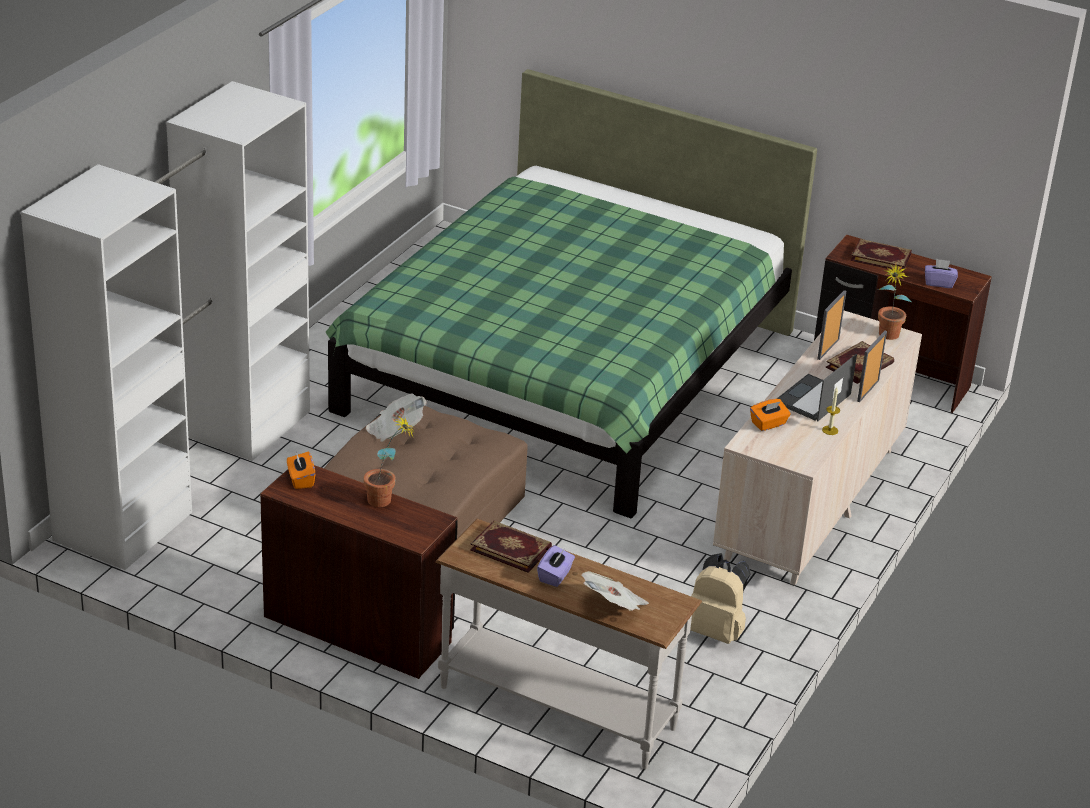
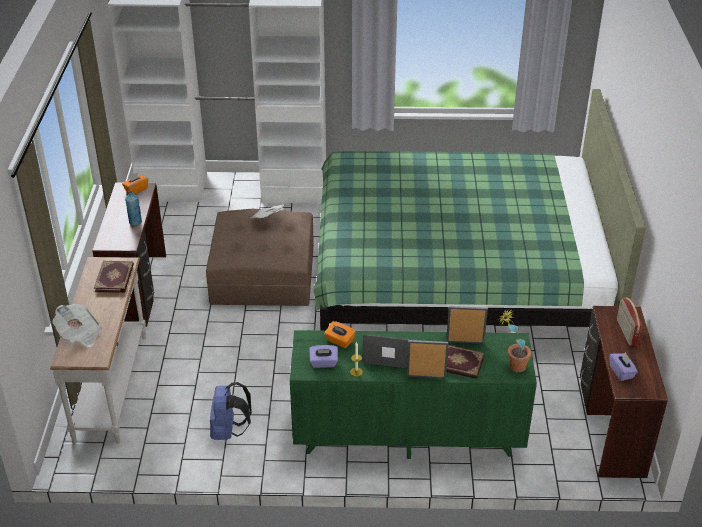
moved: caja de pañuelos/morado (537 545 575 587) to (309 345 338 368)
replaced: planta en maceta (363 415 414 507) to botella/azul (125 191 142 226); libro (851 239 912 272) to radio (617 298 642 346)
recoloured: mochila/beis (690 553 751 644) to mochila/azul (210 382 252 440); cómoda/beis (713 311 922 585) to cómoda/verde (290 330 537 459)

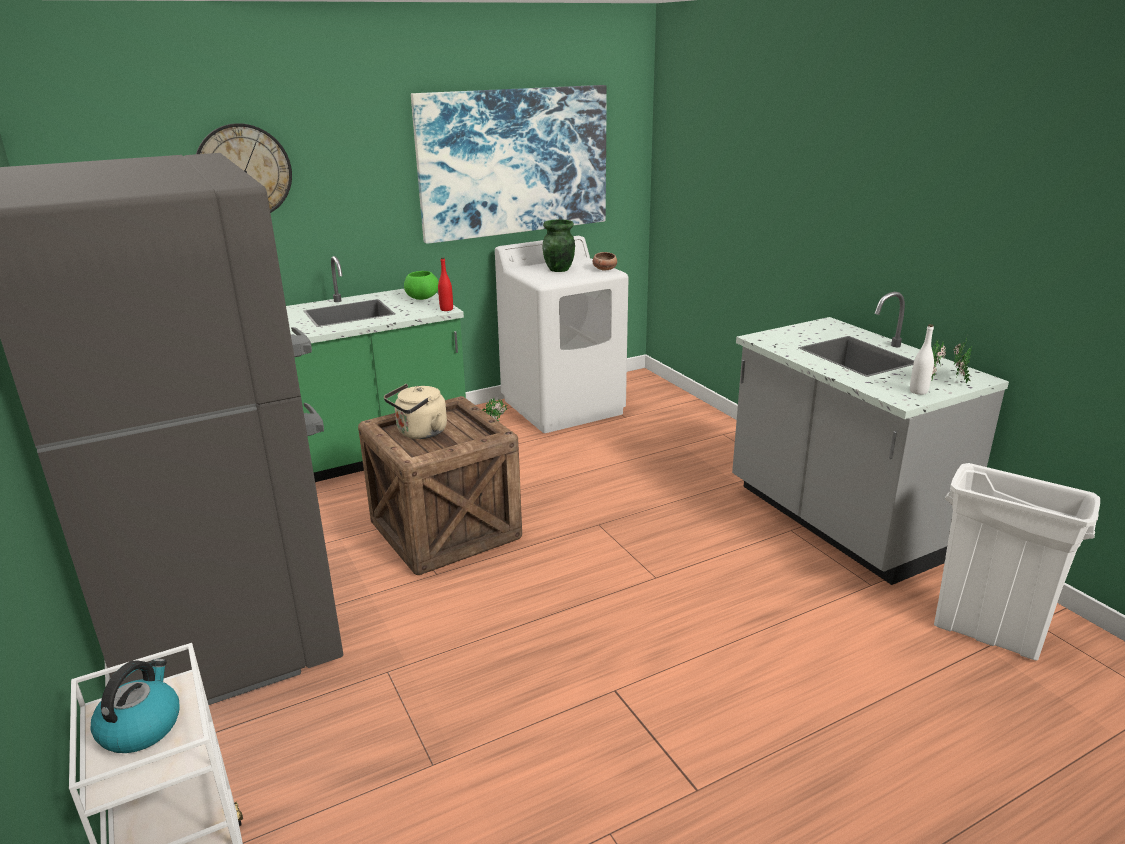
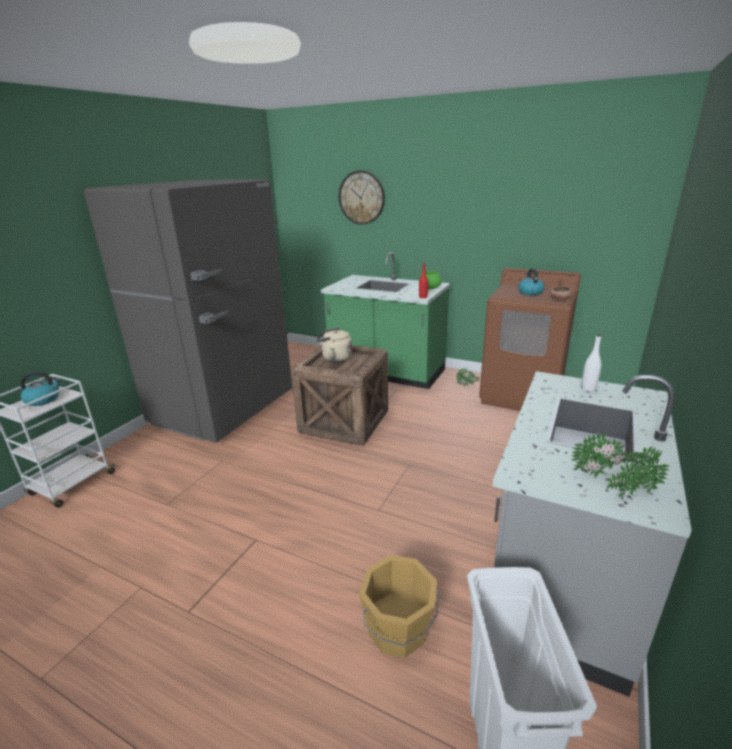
removed: cuadro (411 85 607 244)
added: cubo/naranja (359 555 439 658)
moved: botella/blanco (910 324 934 395) to (581 334 602 392)
replaced: florero/verde (543 220 575 272) to hervidor (518 269 545 295)
recoloured: lavadora/blanco (495 236 629 433) to lavadora/marrón (479 268 581 411)

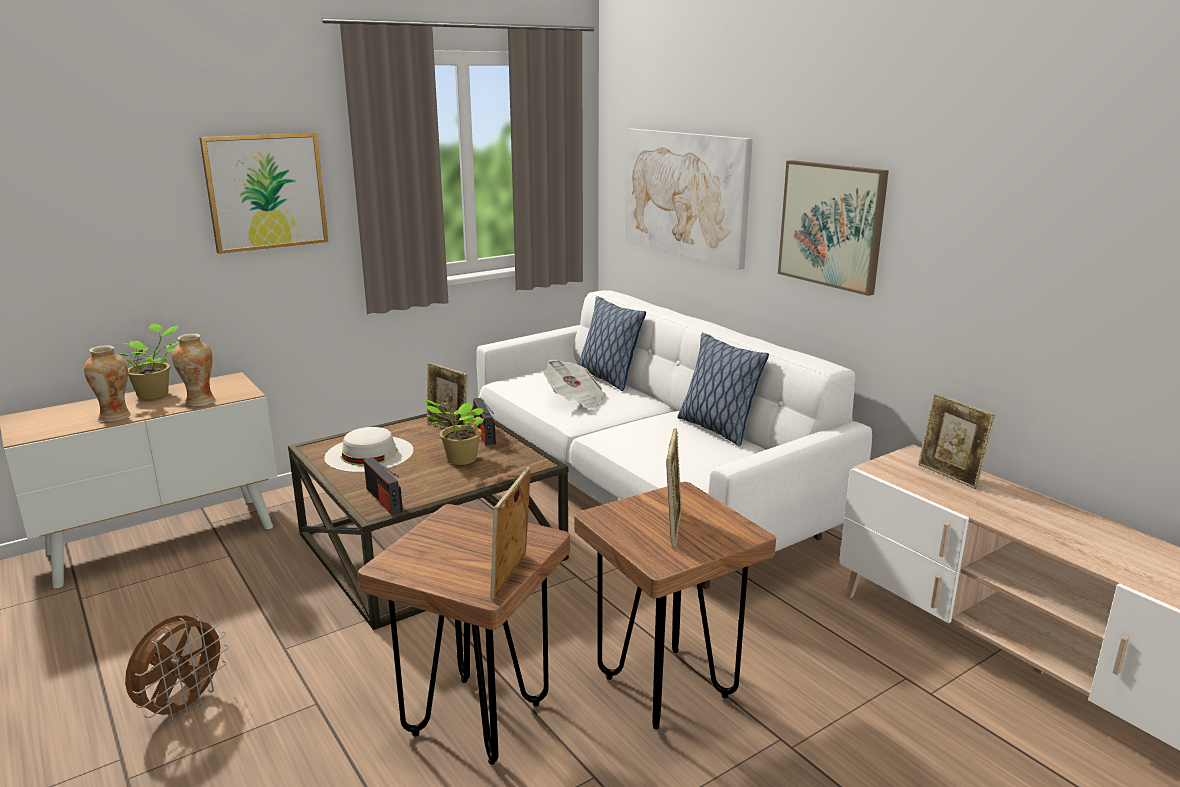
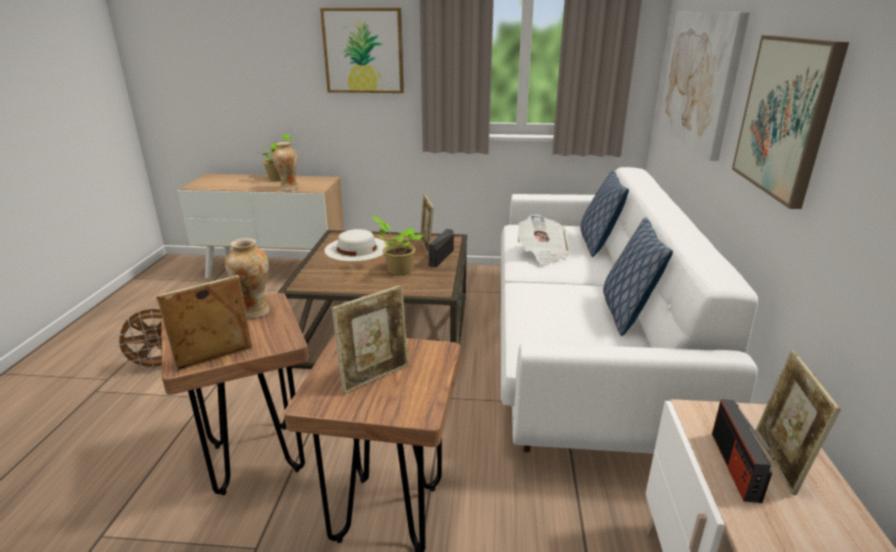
moved: florero (84 346 131 422) to (225 238 270 318); radio (364 457 403 515) to (712 399 775 503)

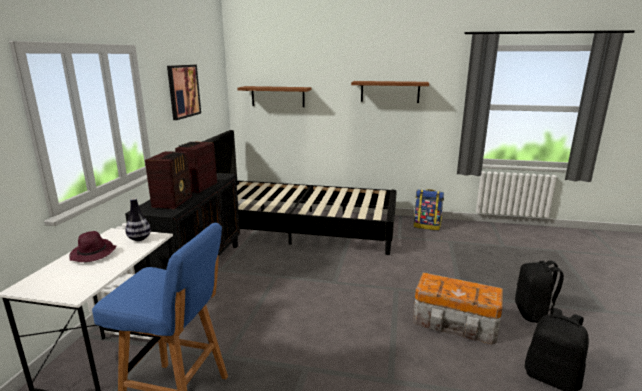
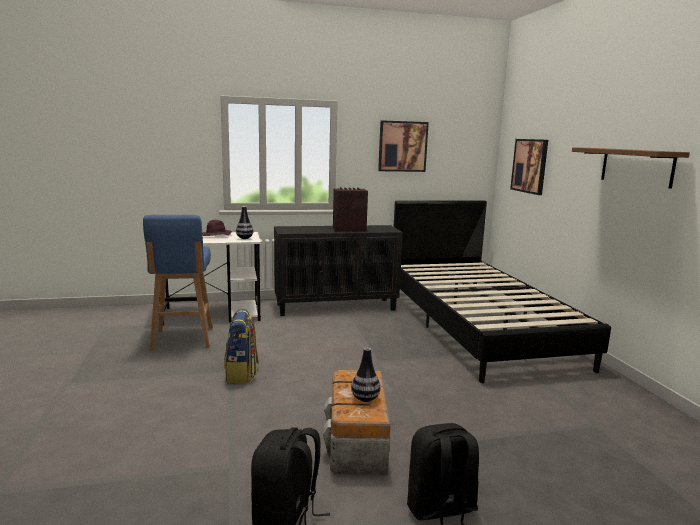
removed: radio (145 151 192 209)
added: florero (351 348 380 402)
moved: mochila (414 189 444 230) to (224 309 259 383)
replaced: estante/marrón (237 86 311 107) to cuadro (510 139 548 195)

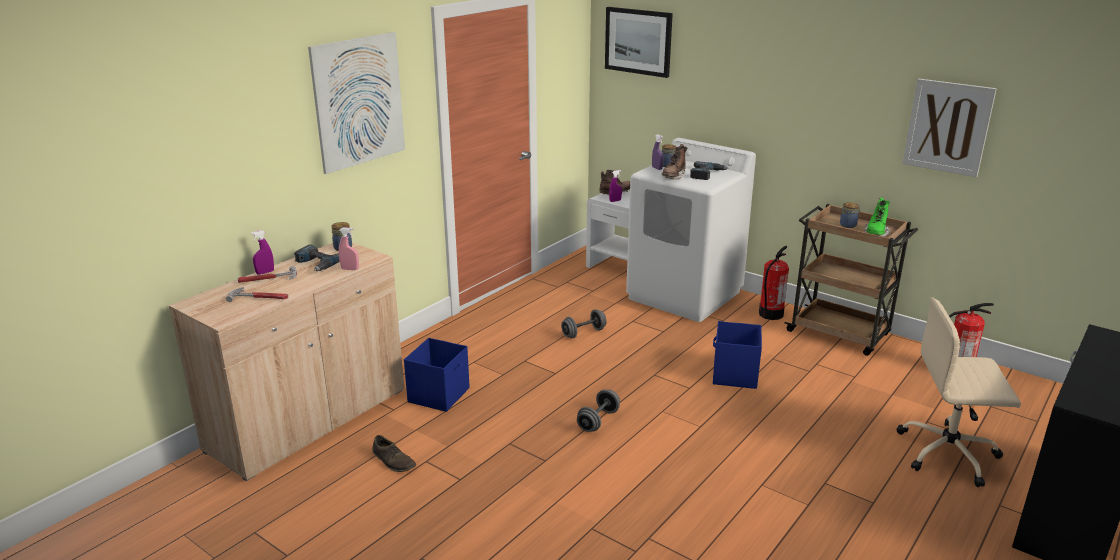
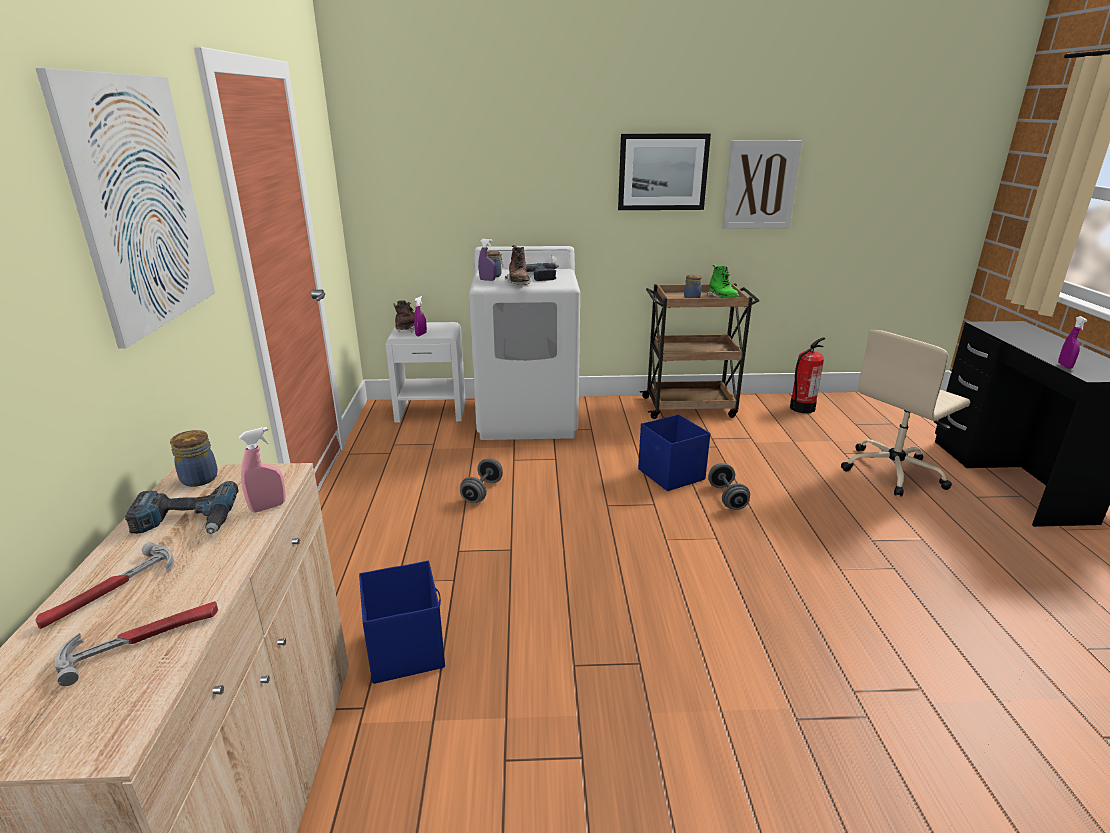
removed: zapato/marrón (373 435 416 472); extintor (759 246 789 320)
moved: cuadro (605 7 673 78) to (618 134 711 210); mancuerna/gris (577 389 620 432) to (708 463 750 510); pulverizador/morado (251 230 274 275) to (1058 316 1087 369)

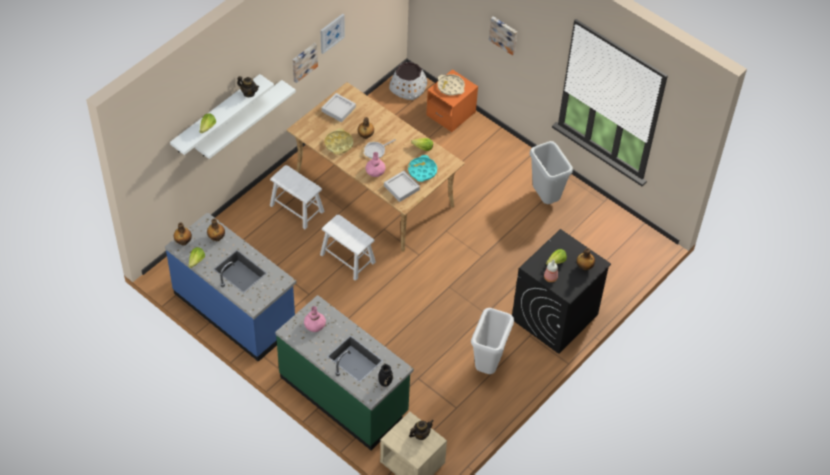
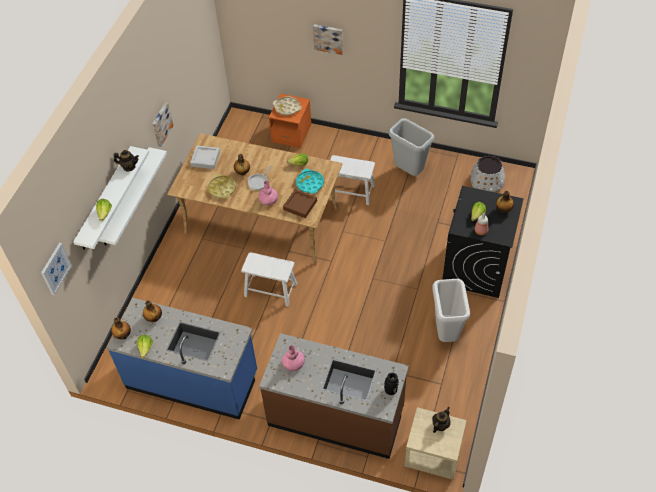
moved: cuadro (321 14 345 54) to (41 243 72 295); taburete/blanco (270 165 324 229) to (329 155 375 205); maceta/blanco (389 62 427 100) to (471 156 505 192)
recoloured: mueble bajo de cocina/verde (275 295 414 450) to mueble bajo de cocina/marrón (259 333 409 459); bandeja/gris (384 171 420 202) to bandeja/marrón (283 189 317 218)

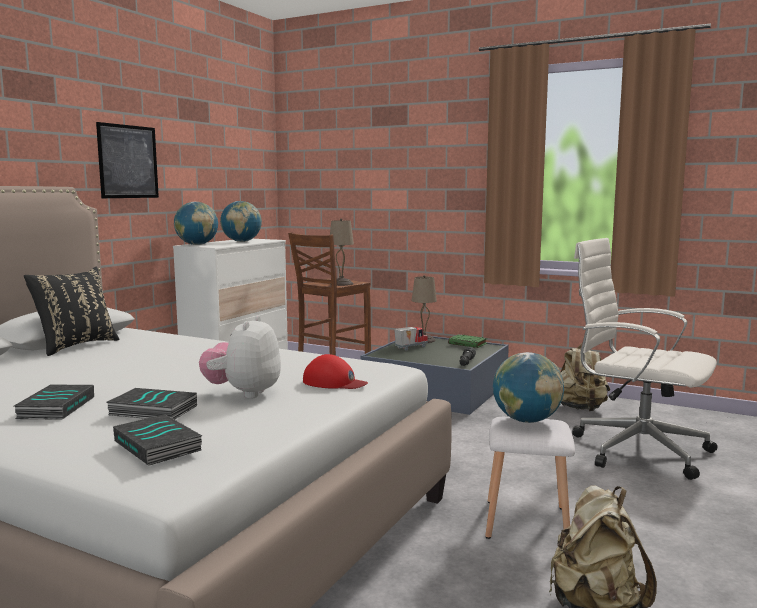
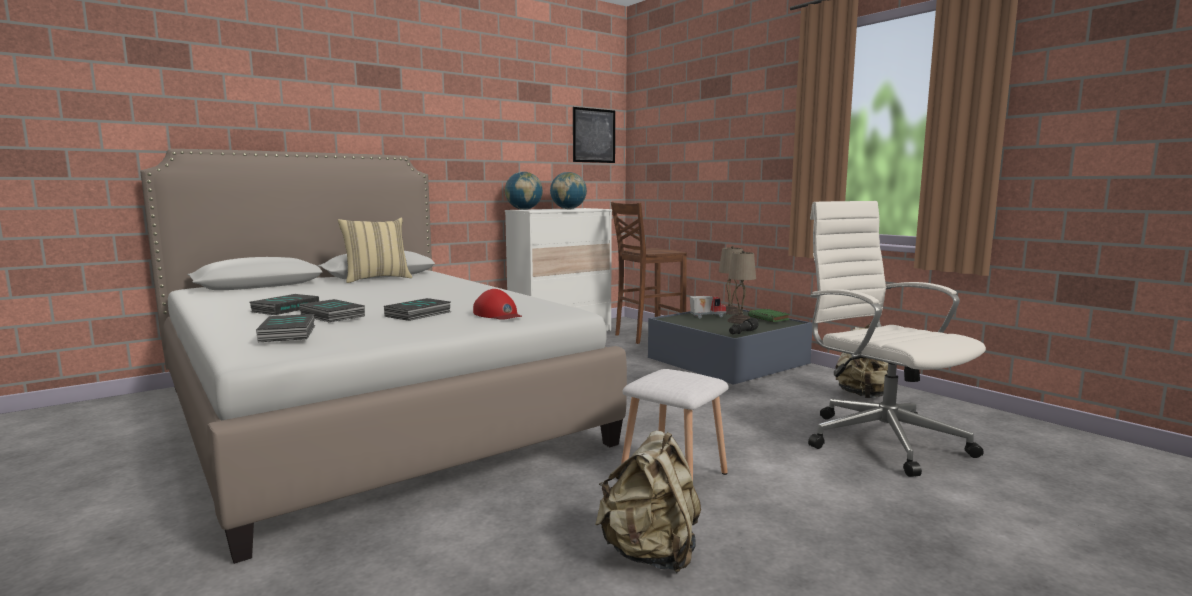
removed: globo terráqueo (493 352 564 423)
moved: cuadro (96 122 159 198) to (573 107 615 163); lámpara de mesa/beis (330 218 354 286) to (727 250 756 324)
replaced: peluche (199 315 281 399) to libro (384 298 451 321)
recoloured: cojín/negro (24 267 119 356) to cojín/beis (338 218 412 283)

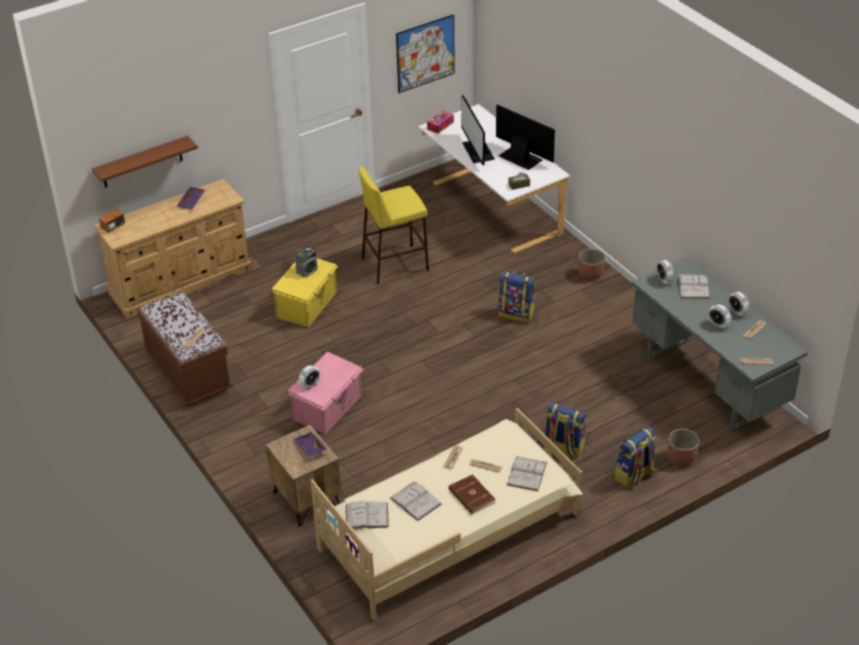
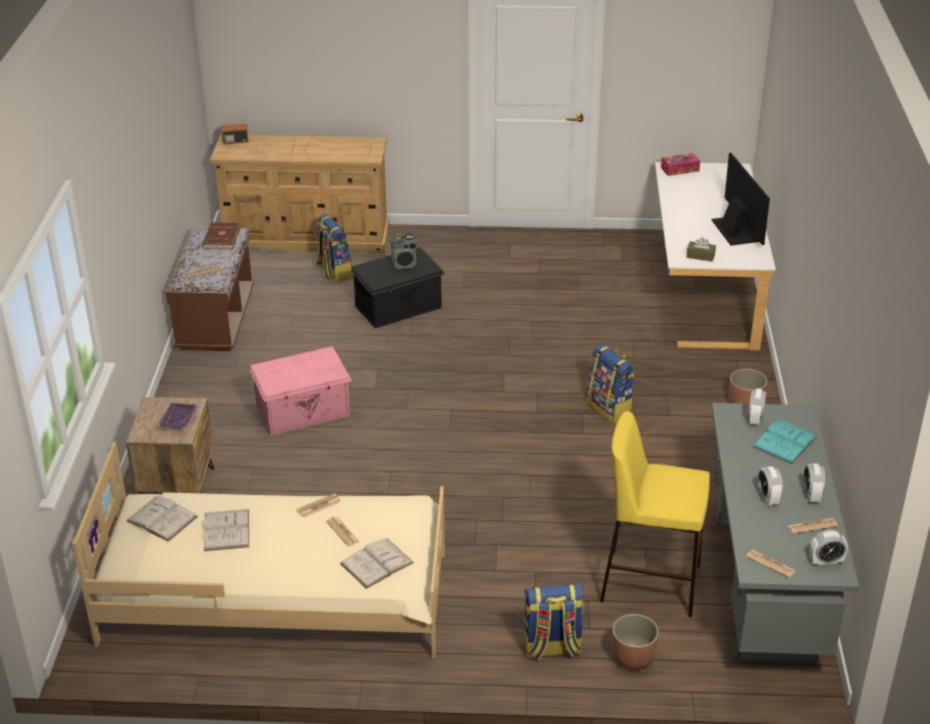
removed: estante/marrón (92 136 198 188); bandeja/morado (177 187 205 209); cuadro (396 14 455 93); monitor (461 95 495 165)
moved: libro/marrón (448 474 495 514) to (202 222 241 249); mochila (545 402 586 459) to (316 214 353 283); taburete/amarillo (359 166 429 284) to (600 411 710 617); despertador (299 365 320 390) to (810 530 848 567)
recoloured: caja de almacenaje/amarillo (272 258 338 327) to caja de almacenaje/negro (351 247 445 328); libro/blanco (678 274 710 299) to libro/turquesa (753 420 819 464)

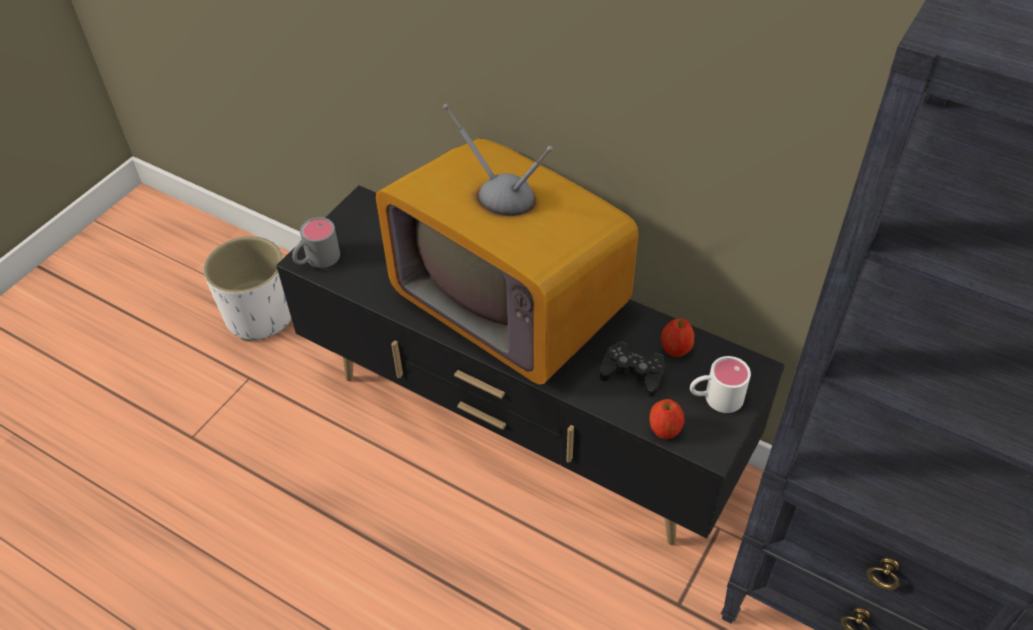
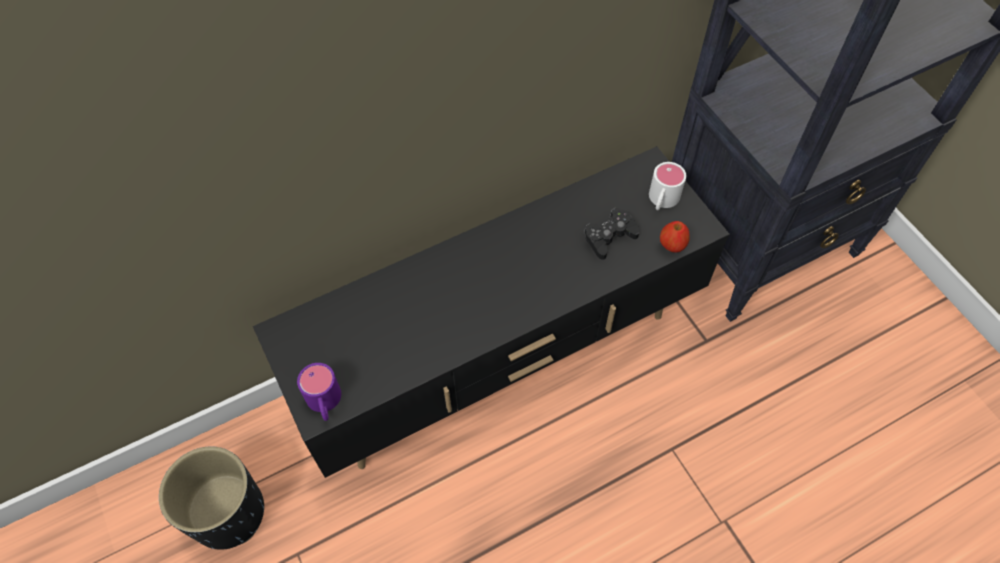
removed: televisor (376 104 639 384); manzana (661 318 694 357)
recoloured: maceta/blanco (204 236 291 341) to maceta/negro (159 446 264 550); taza grande/gris (292 217 340 268) to taza grande/morado (297 363 341 421)

